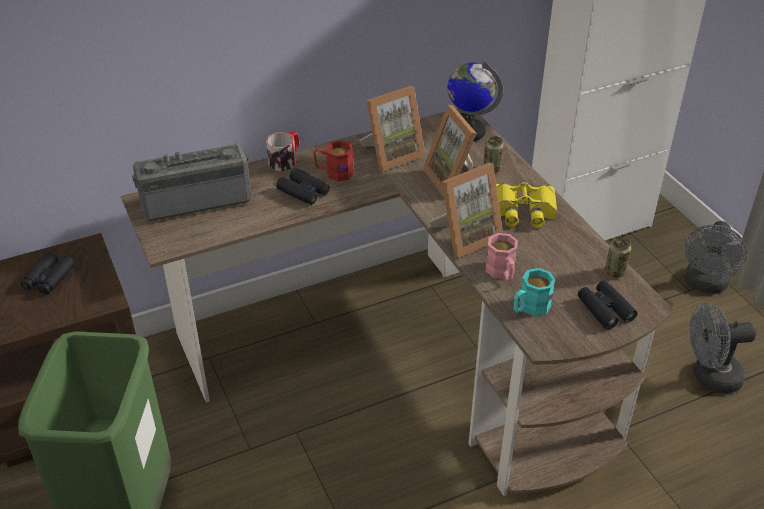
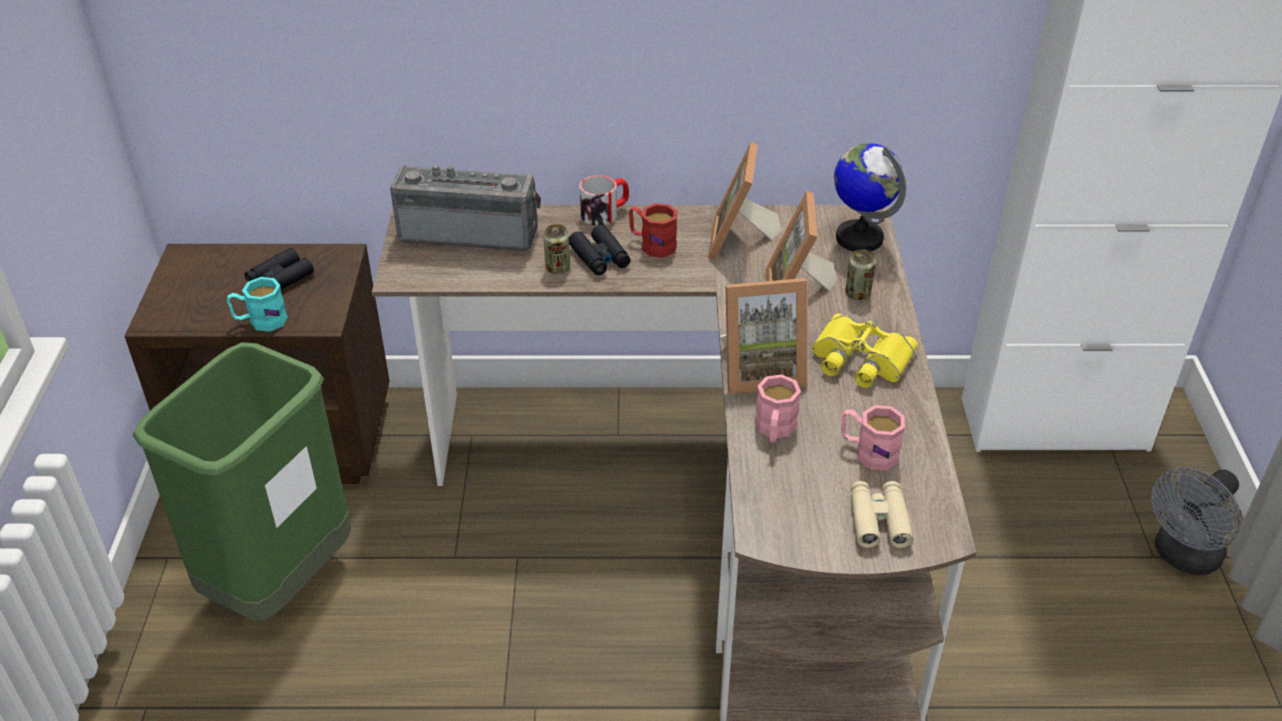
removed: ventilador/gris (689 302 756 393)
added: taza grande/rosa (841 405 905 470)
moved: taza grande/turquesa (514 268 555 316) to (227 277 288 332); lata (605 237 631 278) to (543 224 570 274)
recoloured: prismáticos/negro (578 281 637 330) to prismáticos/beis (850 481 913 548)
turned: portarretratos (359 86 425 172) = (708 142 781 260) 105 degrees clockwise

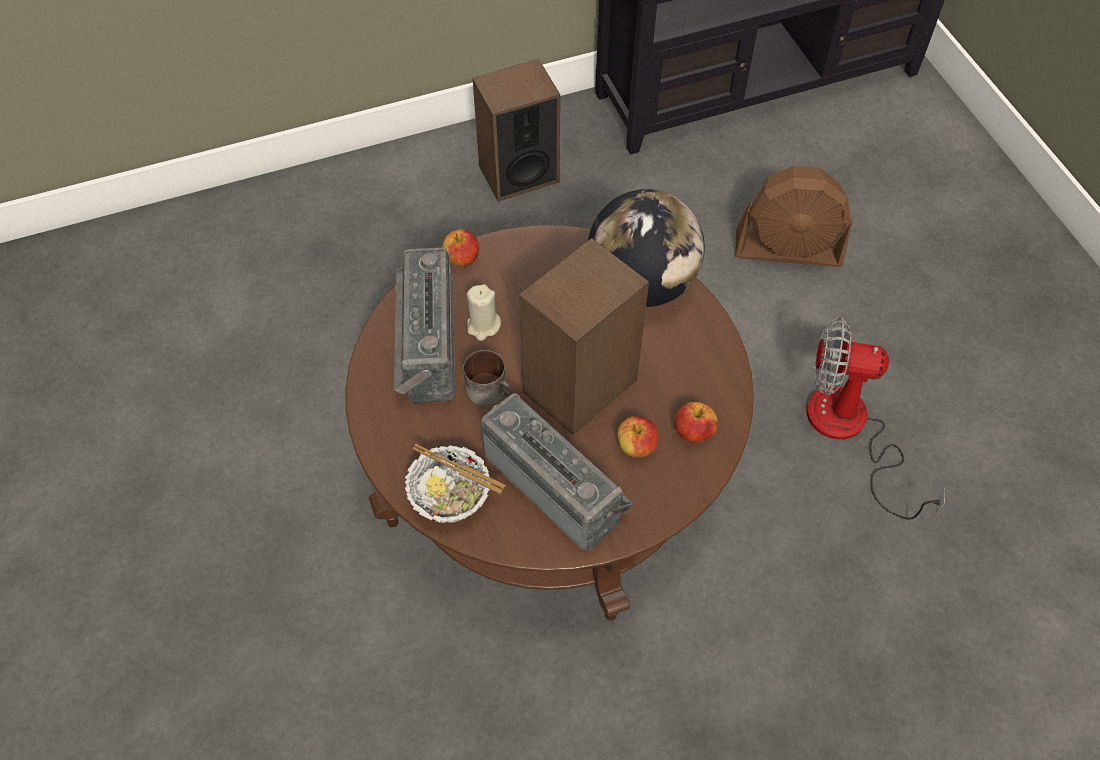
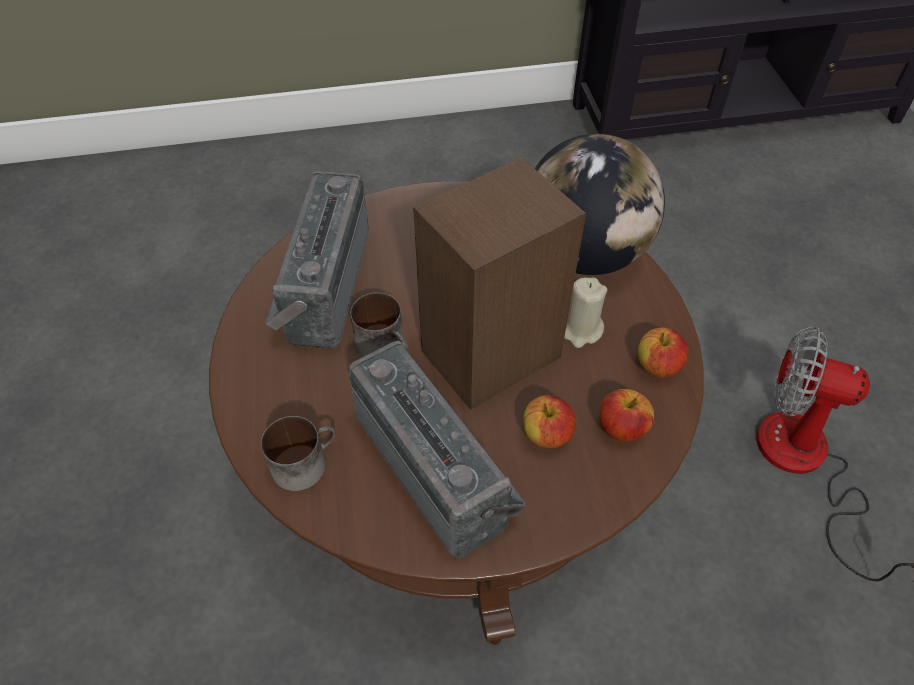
removed: altavoz (473 59 560 201); ventilador/marrón (735 166 852 267)
moved: vela/beis (467 284 501 341) to (564 277 607 348); manzana (442 229 479 267) to (638 328 688 378)
replaced: cuenco (405 444 506 523) to taza grande (261 416 335 491)

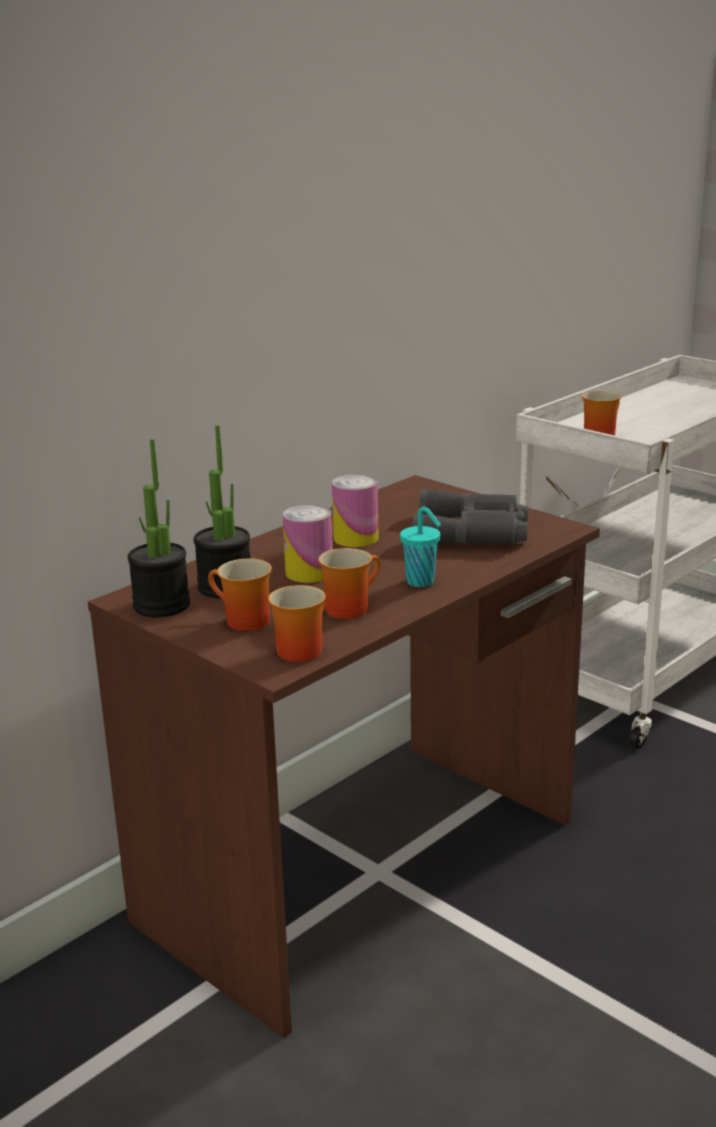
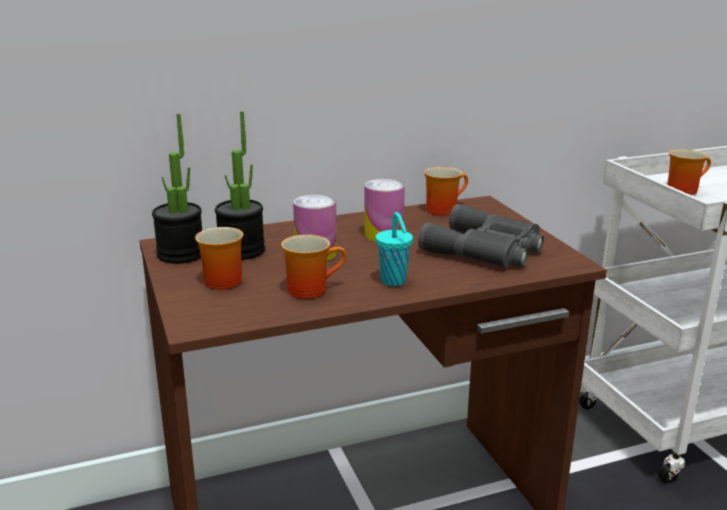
moved: taza grande (268 585 326 662) to (424 167 468 216)

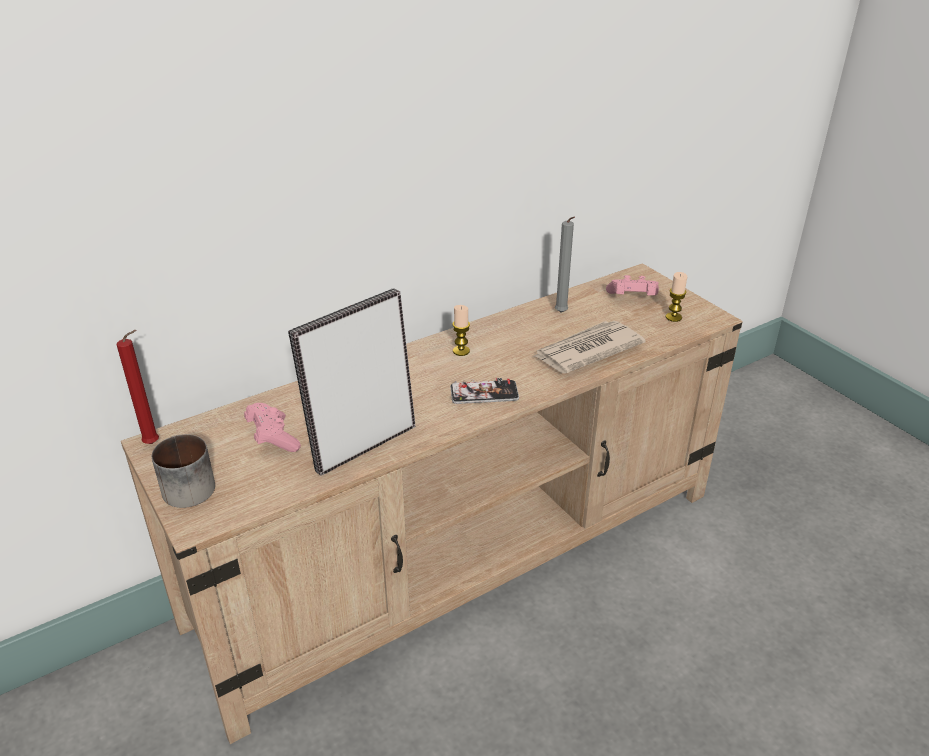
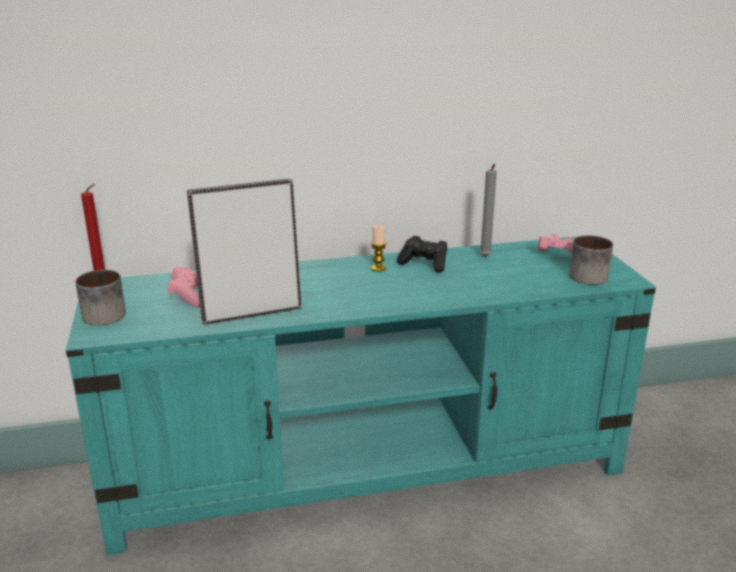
removed: móvil (450 378 519 404); periódico (532 321 645 374)
added: mando de consola/negro (397 236 447 273)
replaced: vela (666 272 687 322) to taza grande (569 235 613 285)
recoloured: mueble de televisión/beis (121 263 743 744) to mueble de televisión/turquesa (66 236 656 555)

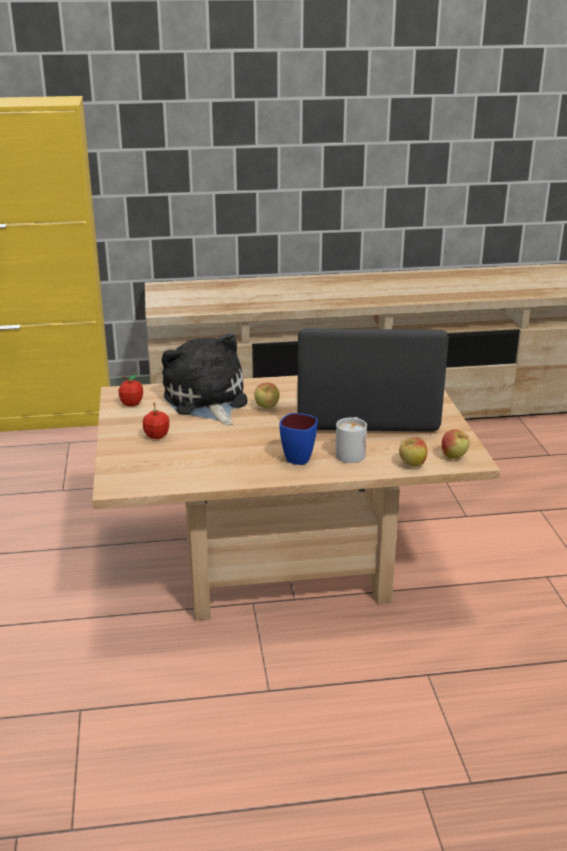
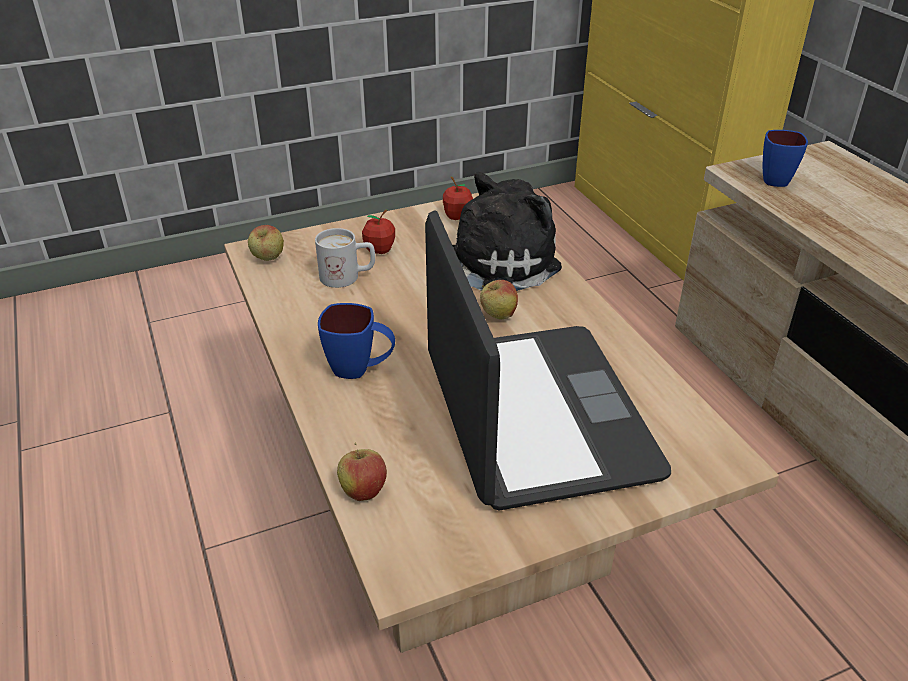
added: taza grande/azul (763 130 808 187)
moved: manzana (442 430 470 459) to (248 225 284 261); taza grande/blanco (335 417 367 463) to (315 228 375 288)

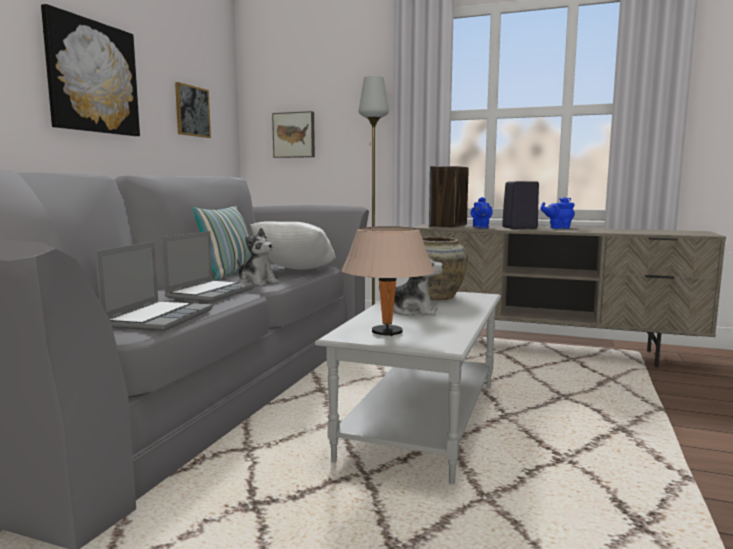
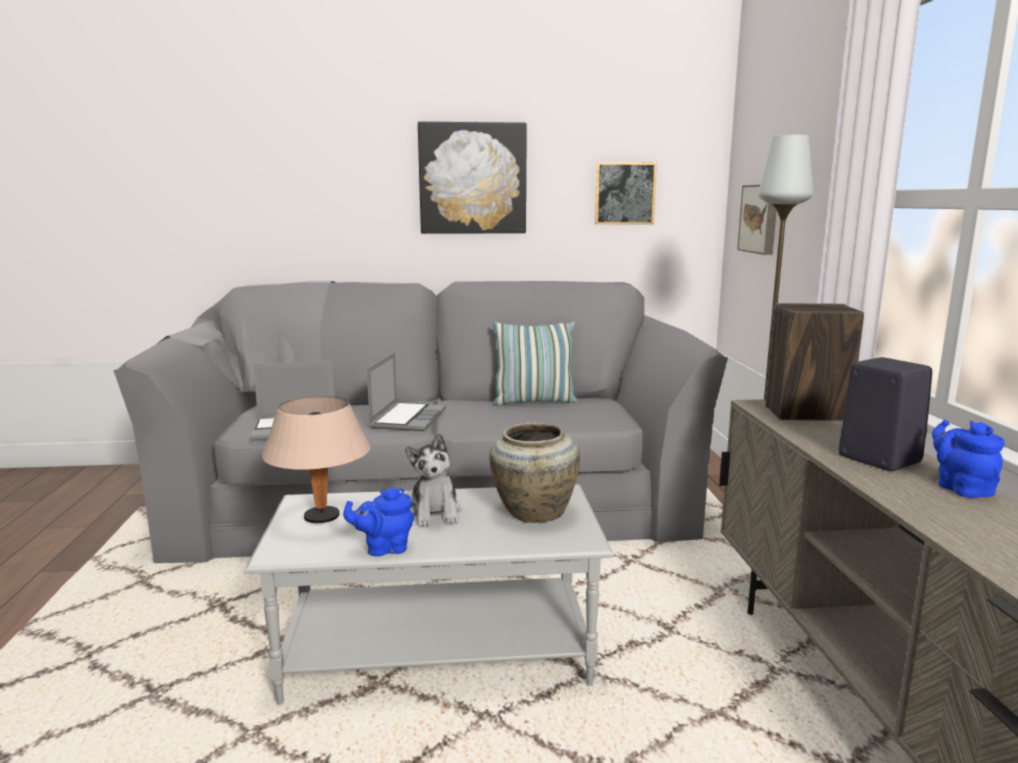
removed: peluche (237 228 279 286); cojín/blanco (250 222 336 269)
moved: tetera/azul (471 197 493 229) to (343 488 414 556)
turned: portátil (162 231 255 302) = (367 352 446 431) 75 degrees counterclockwise

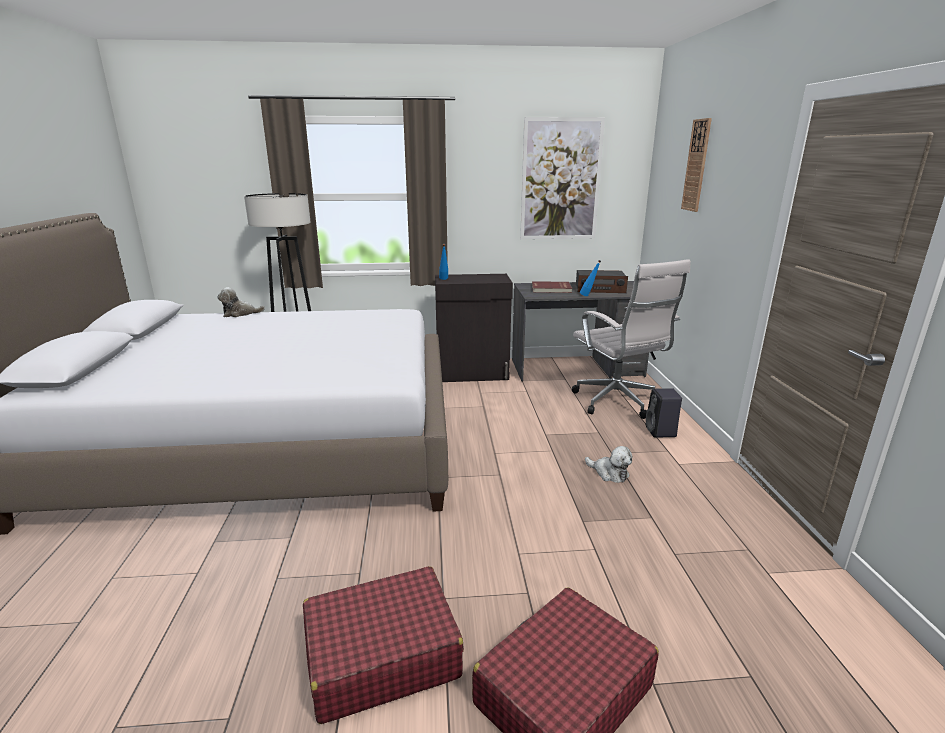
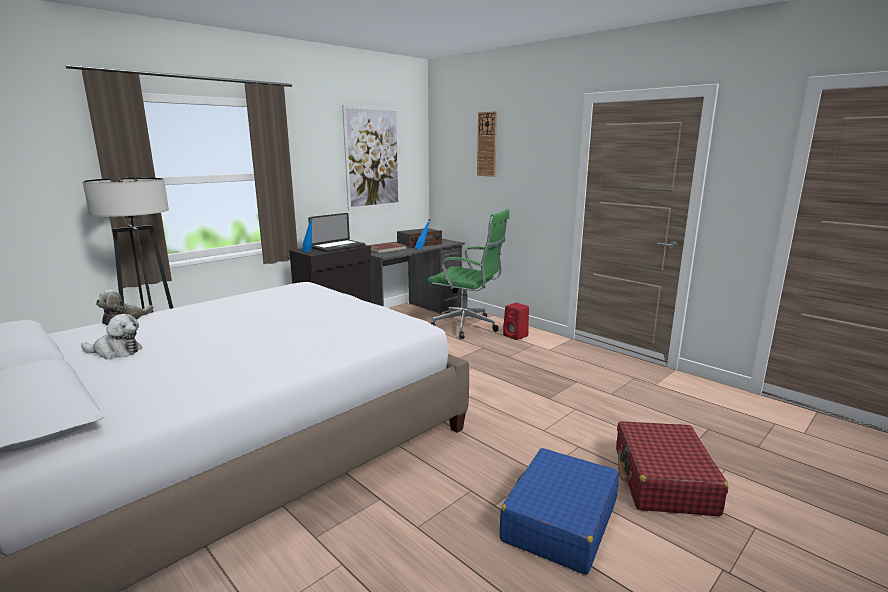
added: portátil (308 213 366 252)
moved: peluche (585 446 632 483) to (81 314 142 359)
recoloured: silla de oficina/blanco (572 259 691 419) to silla de oficina/verde (428 209 510 339); maleta/rojo (303 566 464 724) to maleta/azul (500 448 619 575); altavoz/negro (646 388 682 437) to altavoz/rojo (503 303 529 340)

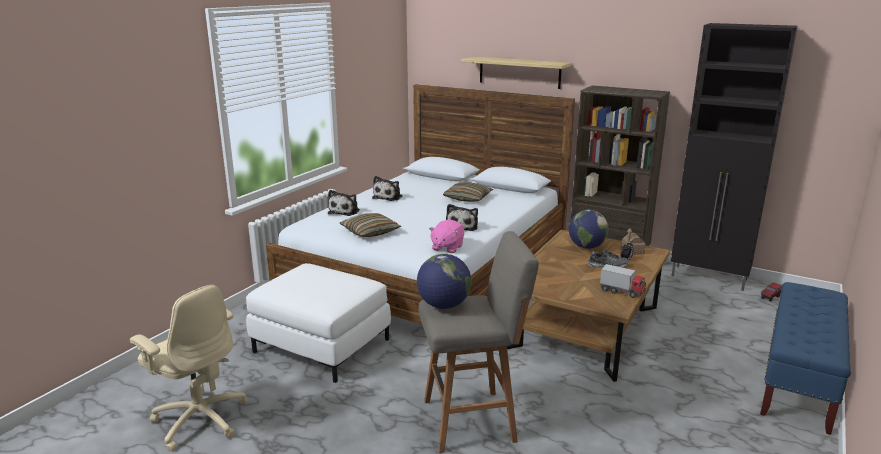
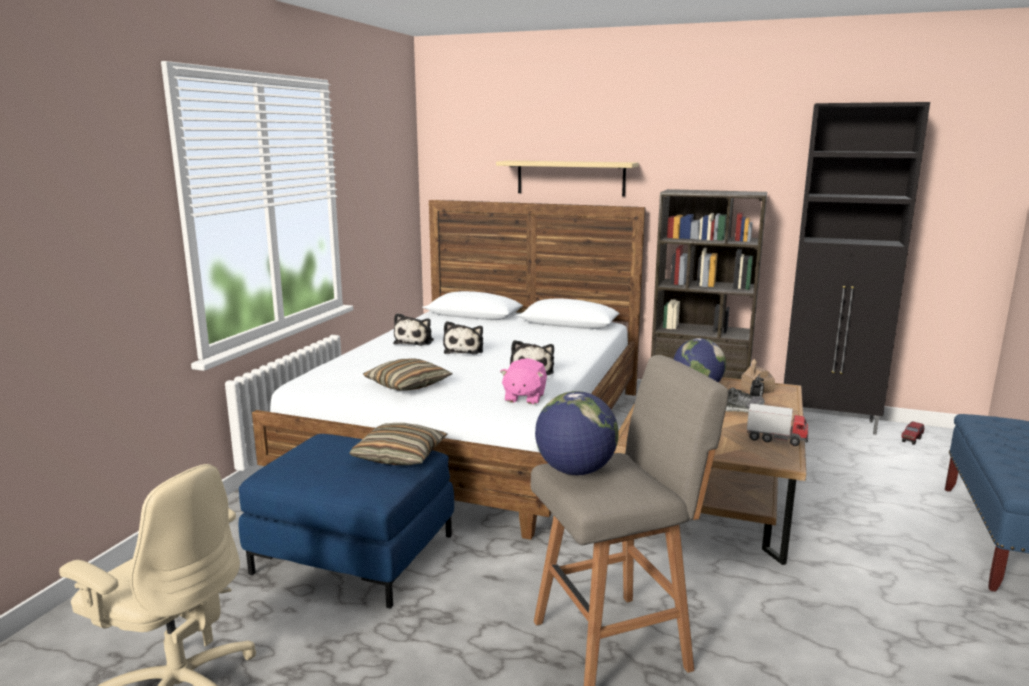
moved: cojín (443 182 493 202) to (349 423 447 465); peluche (328 190 360 216) to (443 321 483 355)
recoloured: puf/blanco (246 263 391 383) to puf/azul (239 434 454 609)

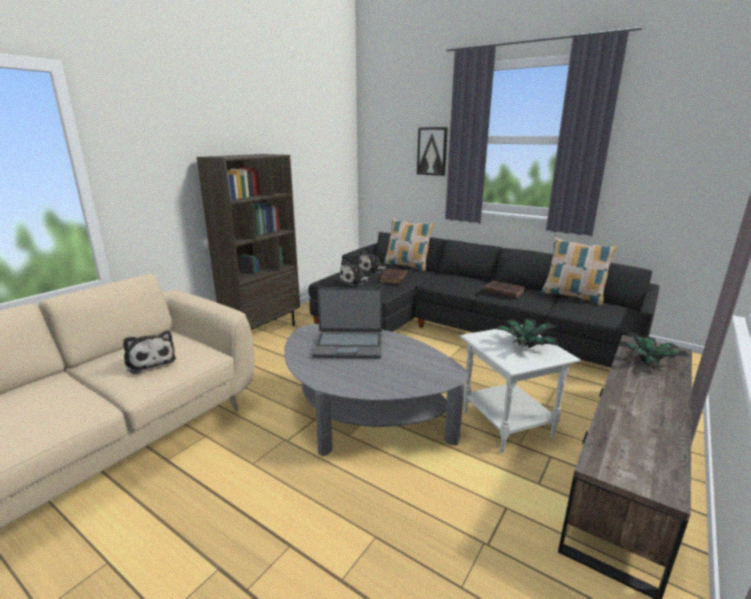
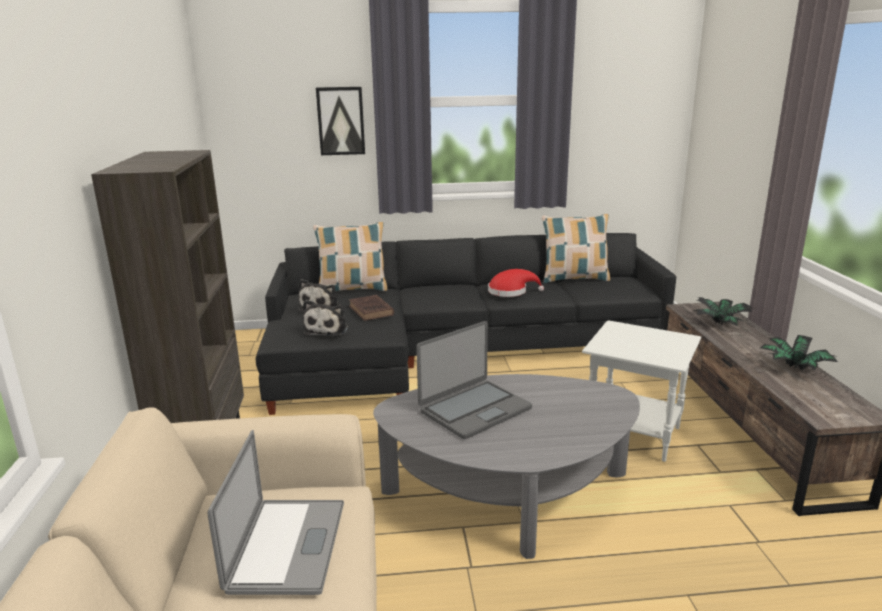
moved: planta en maceta (496 319 559 348) to (760 335 838 370)
replaced: peluche (123 330 176 374) to portátil (208 430 344 595); libro/marrón (484 281 525 298) to sombrero/rojo (488 269 544 297)

